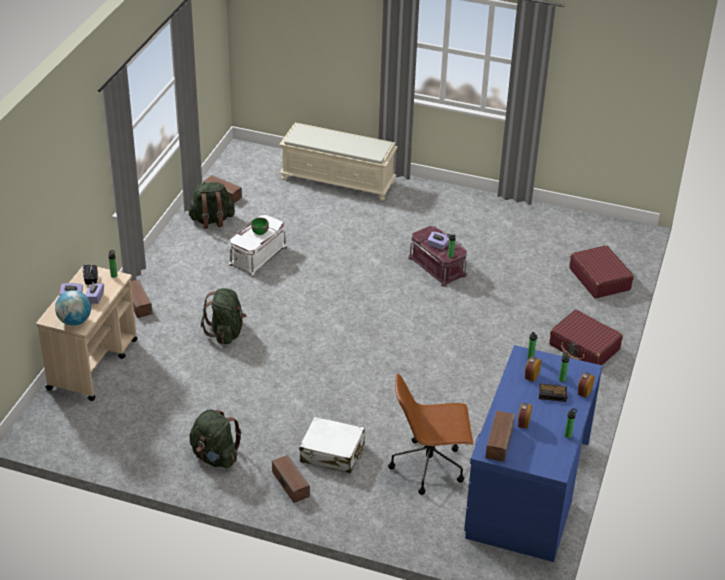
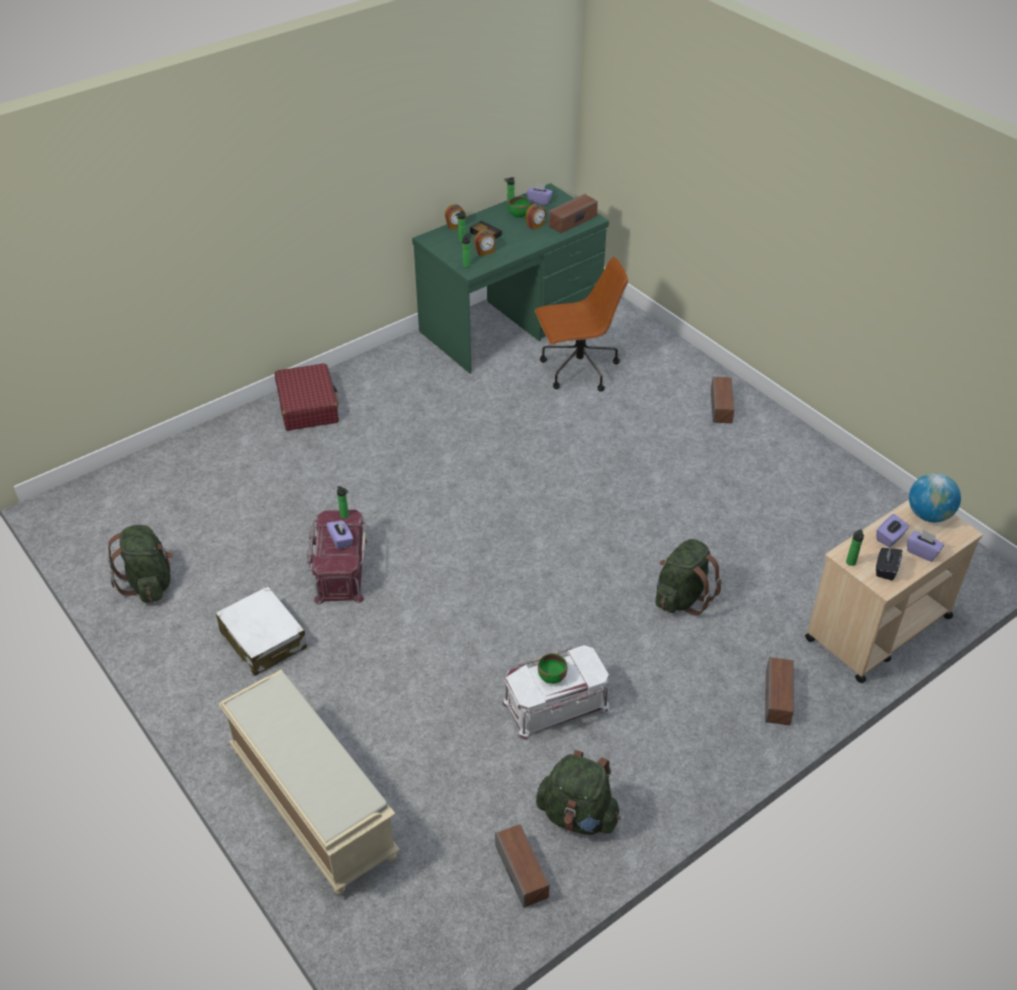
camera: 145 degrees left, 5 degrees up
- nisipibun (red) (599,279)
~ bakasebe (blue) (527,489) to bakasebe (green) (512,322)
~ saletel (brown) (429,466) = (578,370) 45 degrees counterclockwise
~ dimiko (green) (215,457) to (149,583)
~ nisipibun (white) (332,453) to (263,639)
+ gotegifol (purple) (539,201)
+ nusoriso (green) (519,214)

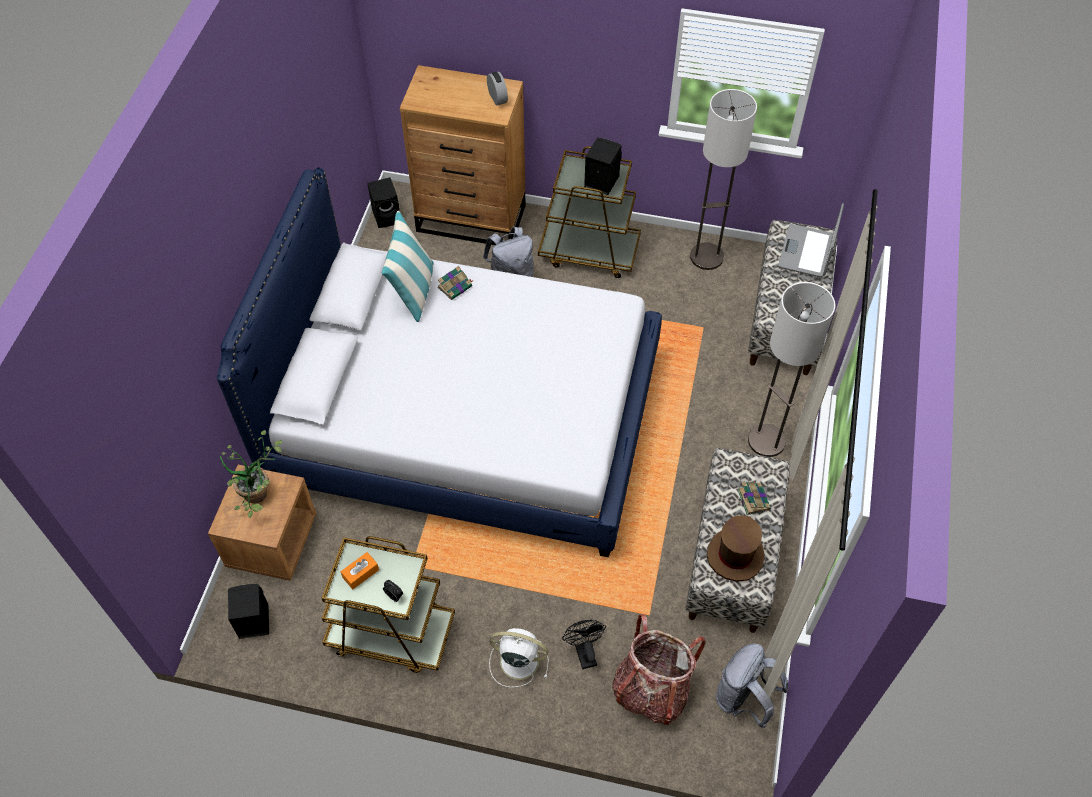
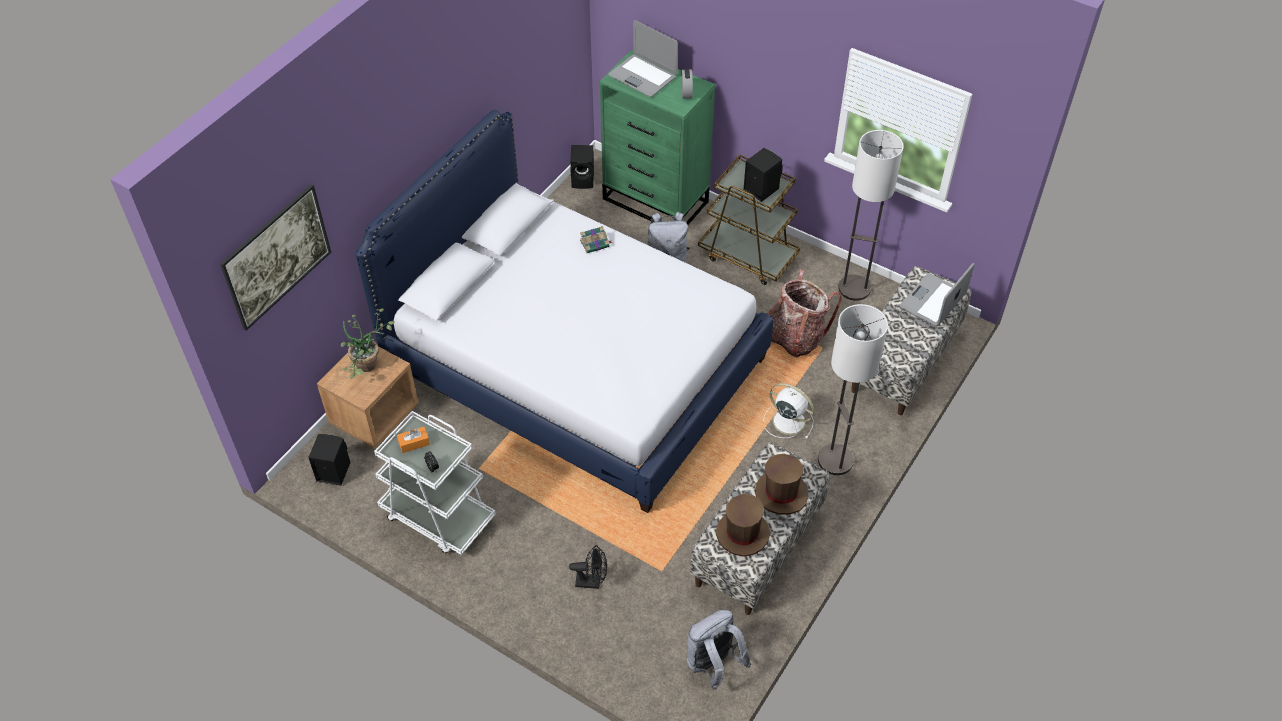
camera: 20 degrees right, 5 degrees down
~ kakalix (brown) (472,219) to kakalix (green) (656,201)
- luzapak (413,291)
~ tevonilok (753,499) to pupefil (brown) (781,493)
~ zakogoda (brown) (390,633) to zakogoda (white) (437,516)
~ dimiko (651,689) to (794,336)
~ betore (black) (584,651) = (592,582) 90 degrees clockwise
~ betore (white) (517,660) to (787,420)
+ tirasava (643,76)
+ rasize (282,273)

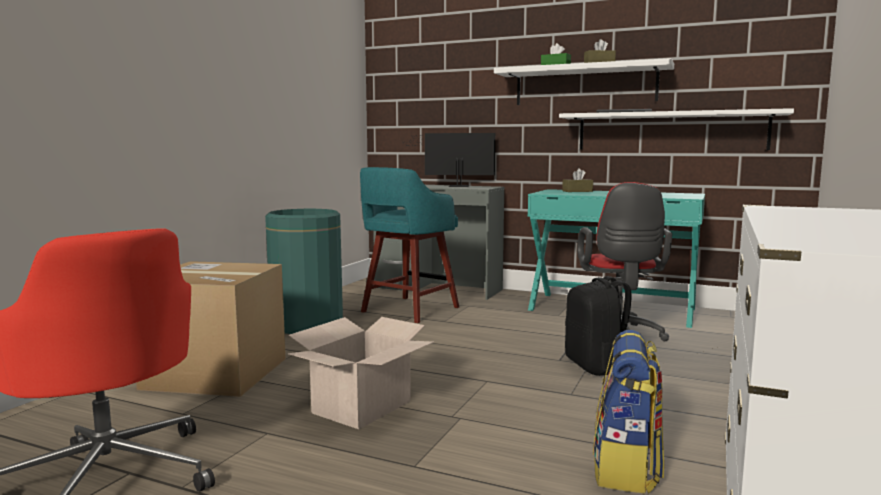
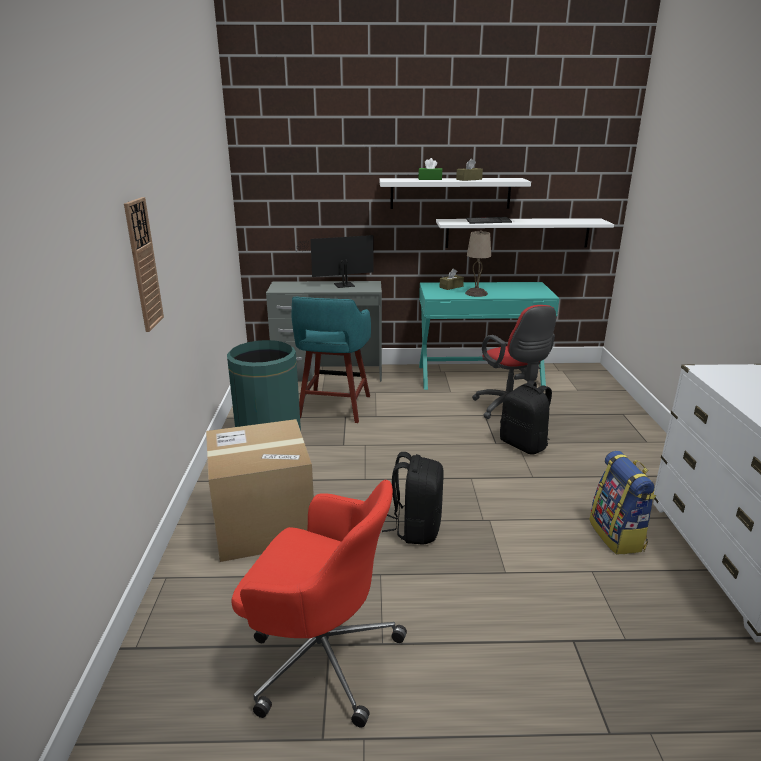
camera: 25 degrees left, 15 degrees up
~ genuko (361,407) to dimiko (black) (416,528)
+ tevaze (143,265)
+ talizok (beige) (476,293)

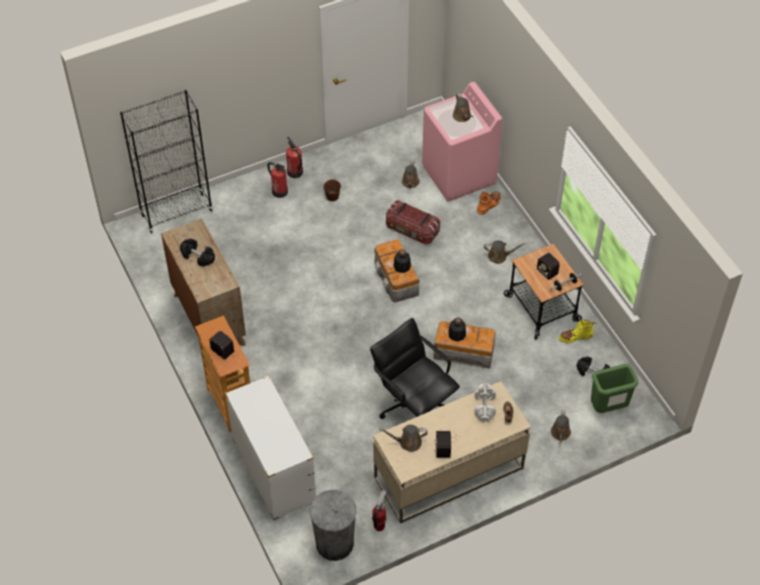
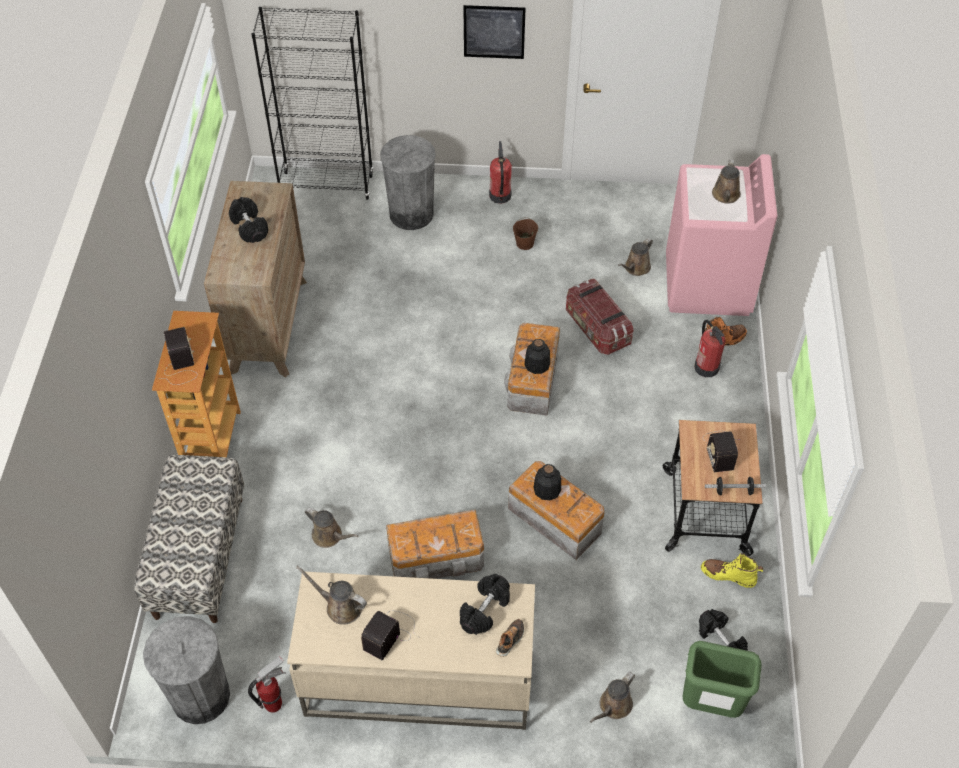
camera: 30 degrees right, 0 degrees up
~ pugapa (279,191) to (706,367)
~ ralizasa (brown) (499,256) to (329,536)
~ saletel (black) (413,405) to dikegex (437,558)
~ kakalix (white) (273,472) to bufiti (199,556)
~ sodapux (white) (484,406) to sodapux (black) (485,610)
+ rasize (494,32)
+ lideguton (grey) (411,214)

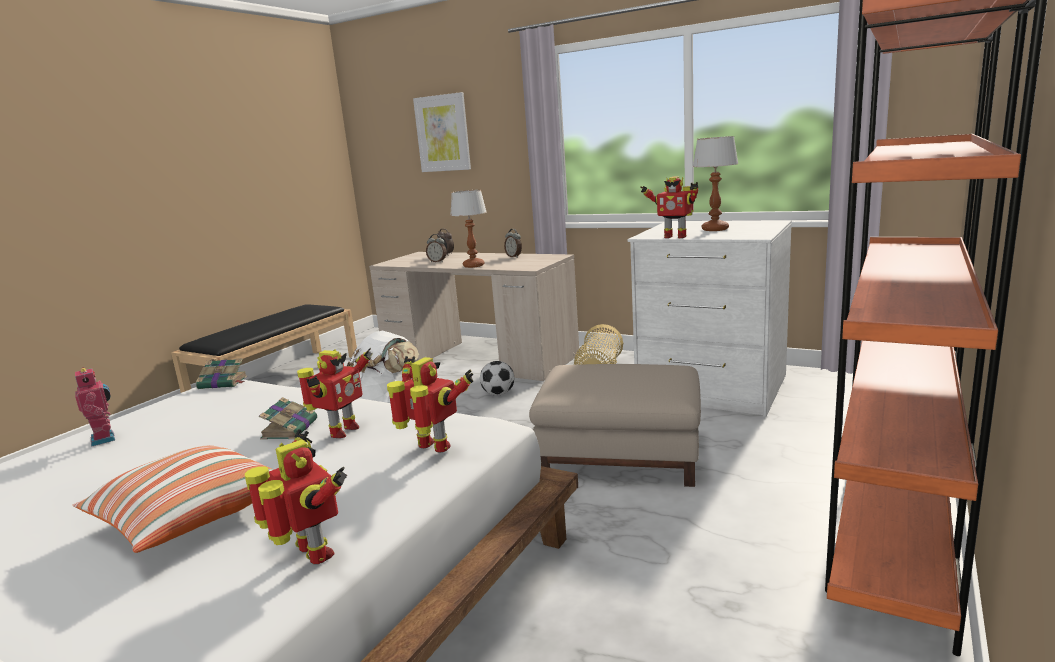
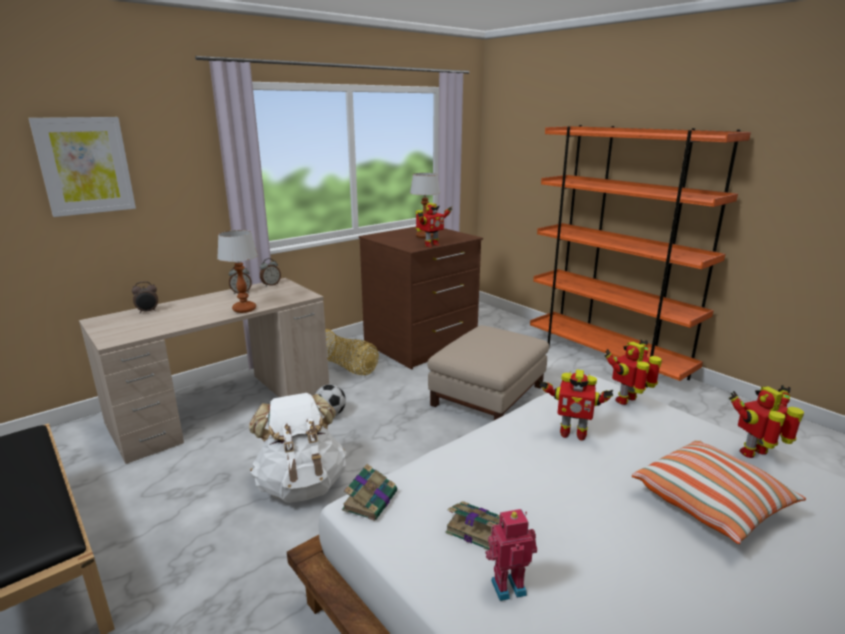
camera: 70 degrees left, 5 degrees up
~ kakalix (white) (711,388) to kakalix (brown) (421,344)
~ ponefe (437,261) to (271,285)
~ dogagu (341,431) = (572,433) 150 degrees clockwise
~ tevonilok (290,428) to (474,528)

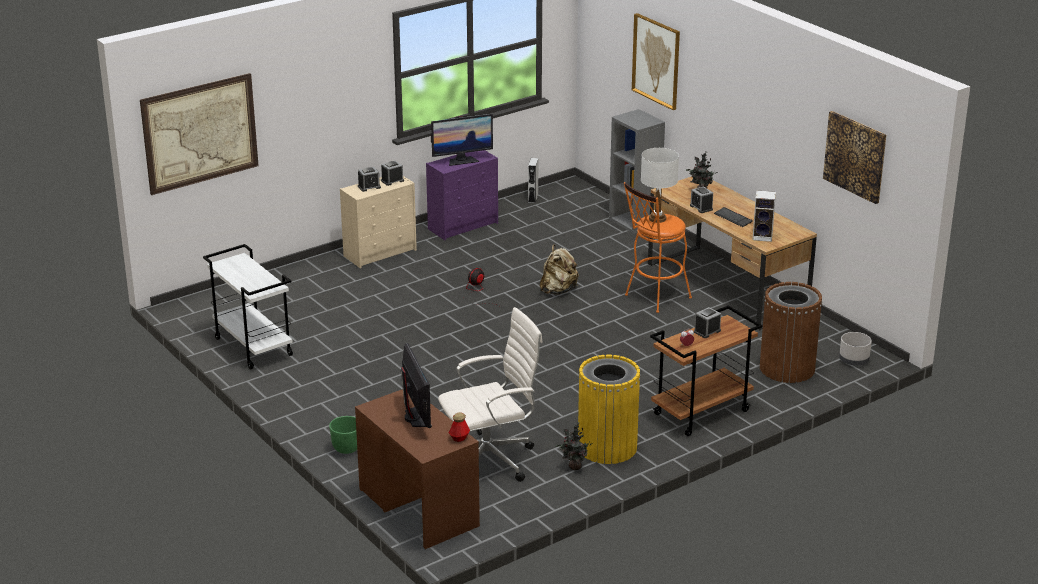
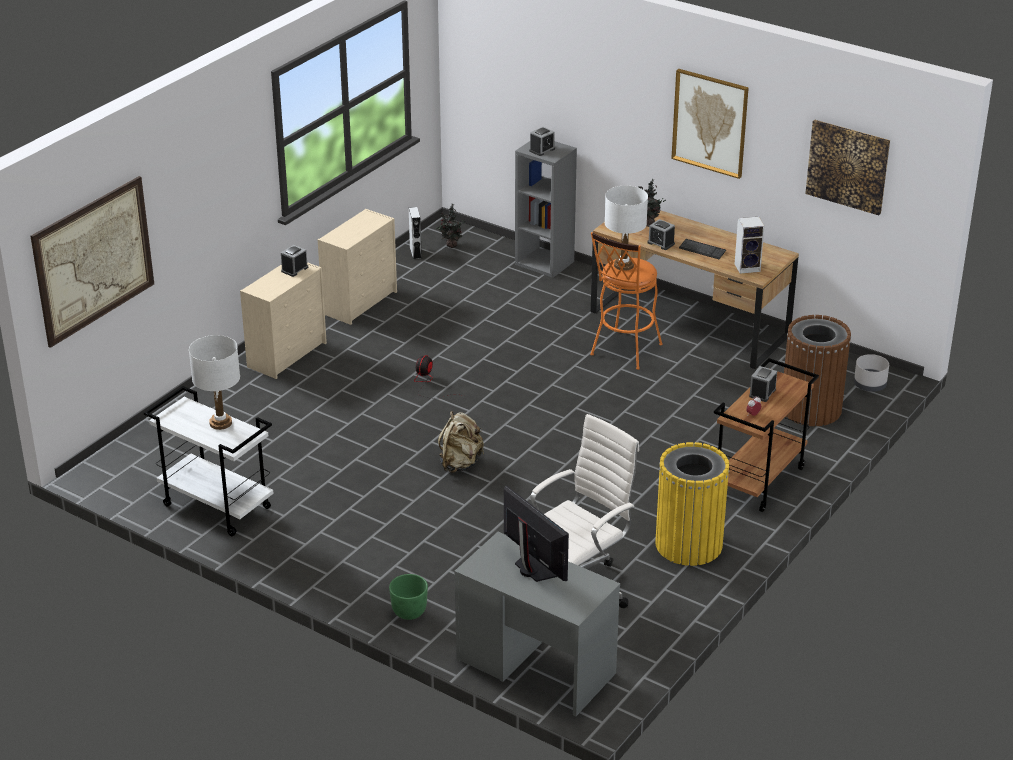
camera: 20 degrees left, 5 degrees up
~ rasize (656,61) to (710,123)
- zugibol (462,160)
~ kakalix (purple) (463,226) to kakalix (beige) (360,302)
~ ponefe (369,187) to (542,150)
~ dimiko (beige) (558,290) to (460,464)
~ bakasebe (brown) (418,507) to bakasebe (grey) (535,667)
- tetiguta (459,438)
~ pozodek (574,467) to (451,246)
+ talizok (white) (220,423)

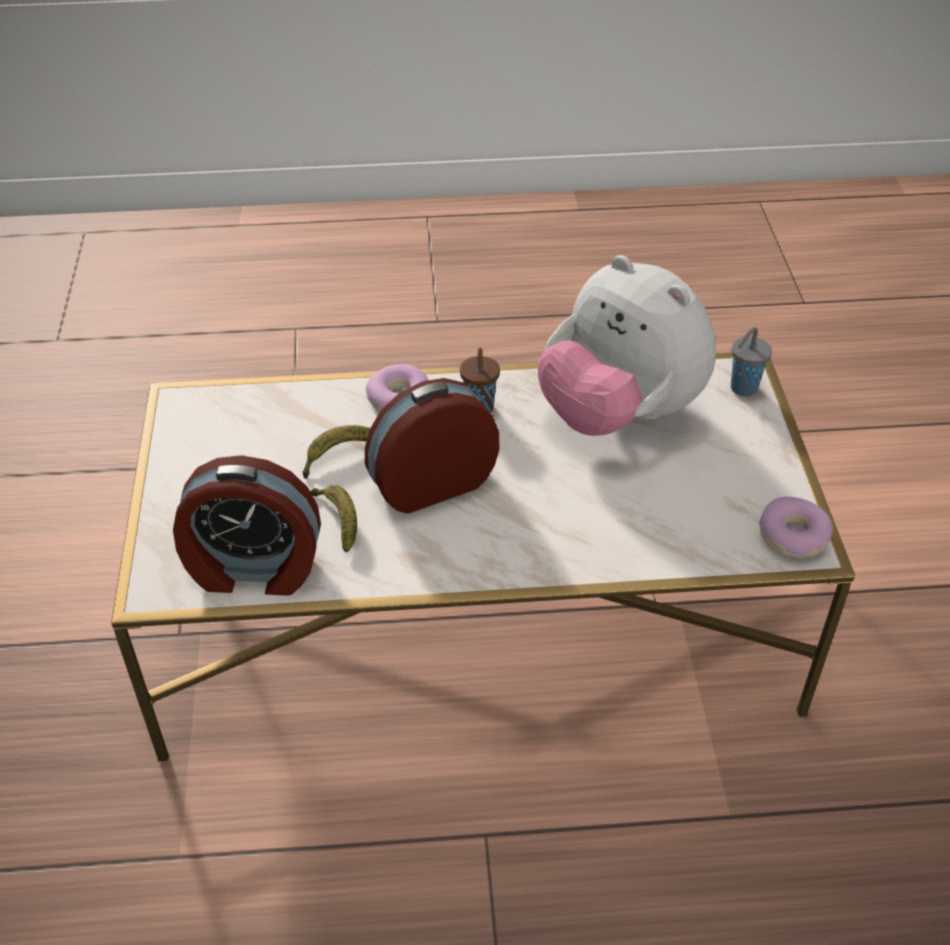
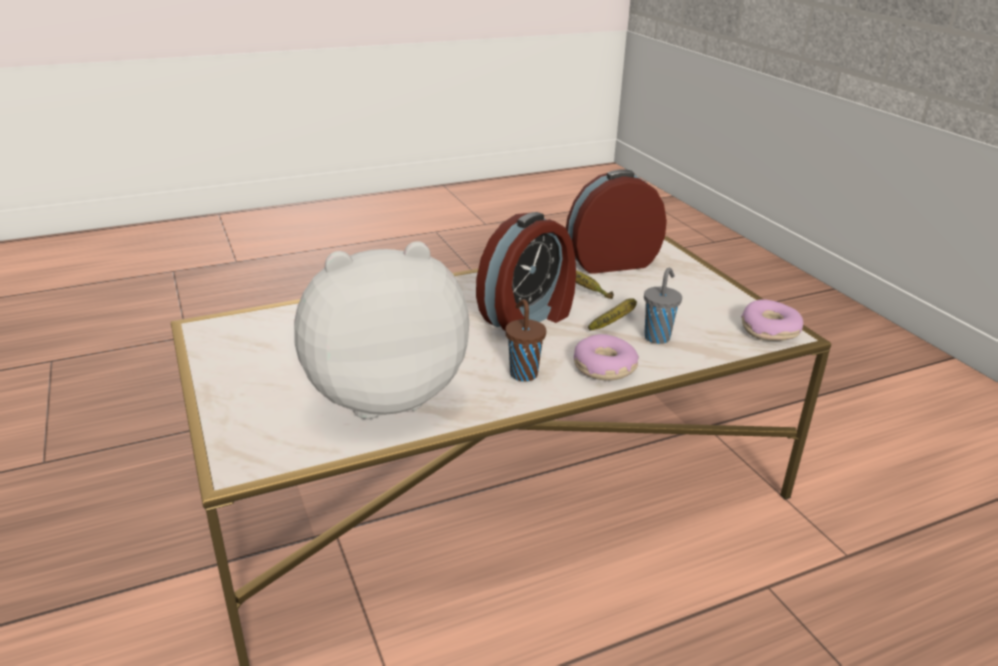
camera: 160 degrees right, 15 degrees down
~ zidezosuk (619,414) = (382,394) 45 degrees counterclockwise
~ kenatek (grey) (742,389) to (657,337)
~ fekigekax (793,536) to (769,330)

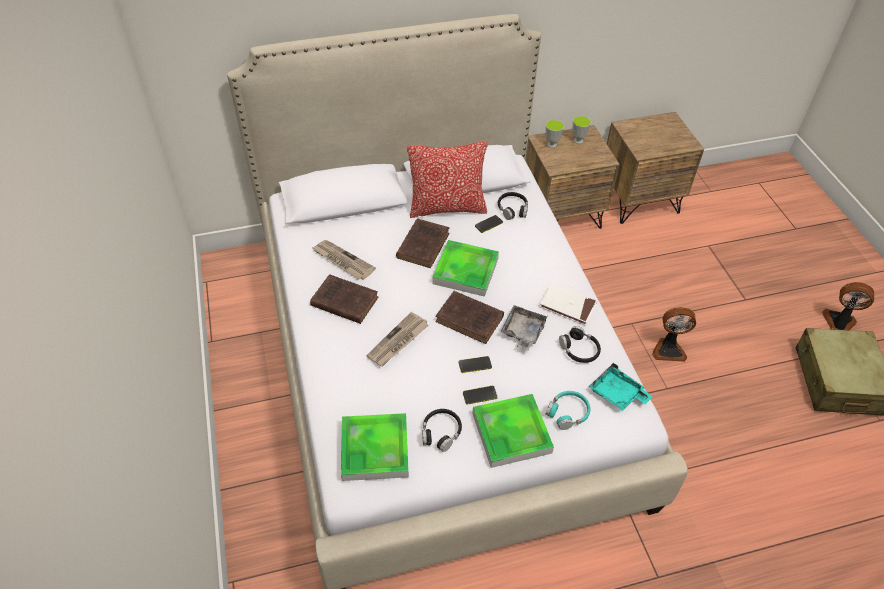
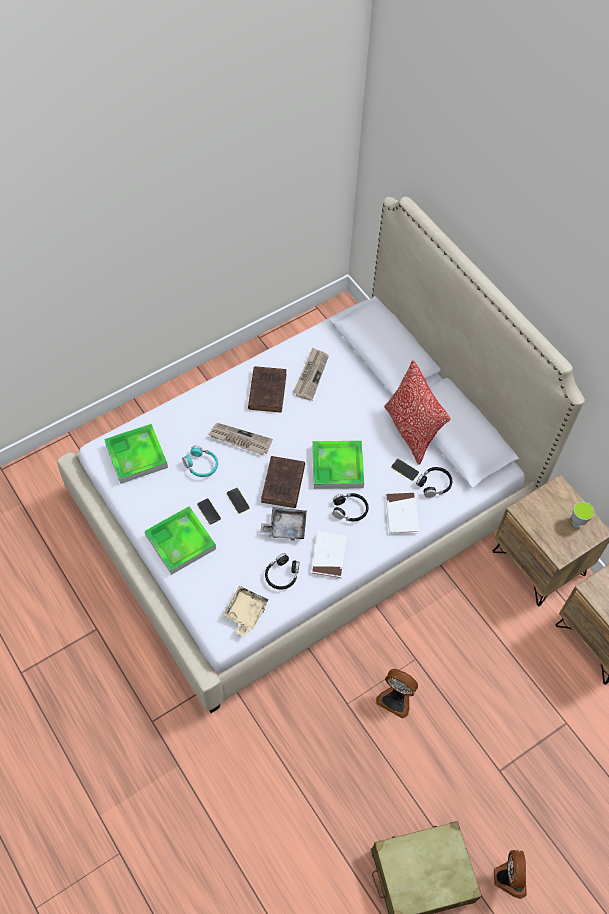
camera: 70 degrees right, 10 degrees up
- kenatek (551,144)
- tevonilok (brown) (423,244)
~ betore (668,349) = (396,699) 45 degrees counterclockwise
~ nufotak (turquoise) (617,394) to nufotak (beige) (245,613)
~ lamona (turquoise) (567,413) to (201,465)
~ lamona (black) (441,432) to (350,510)
+ tevonilok (white) (402,514)

